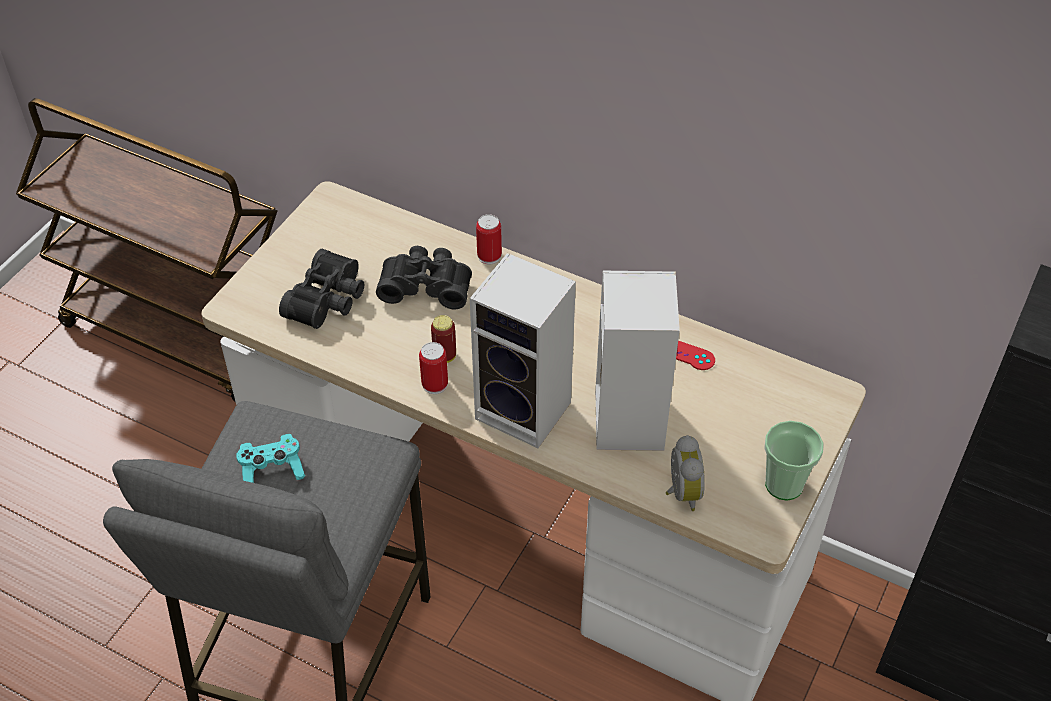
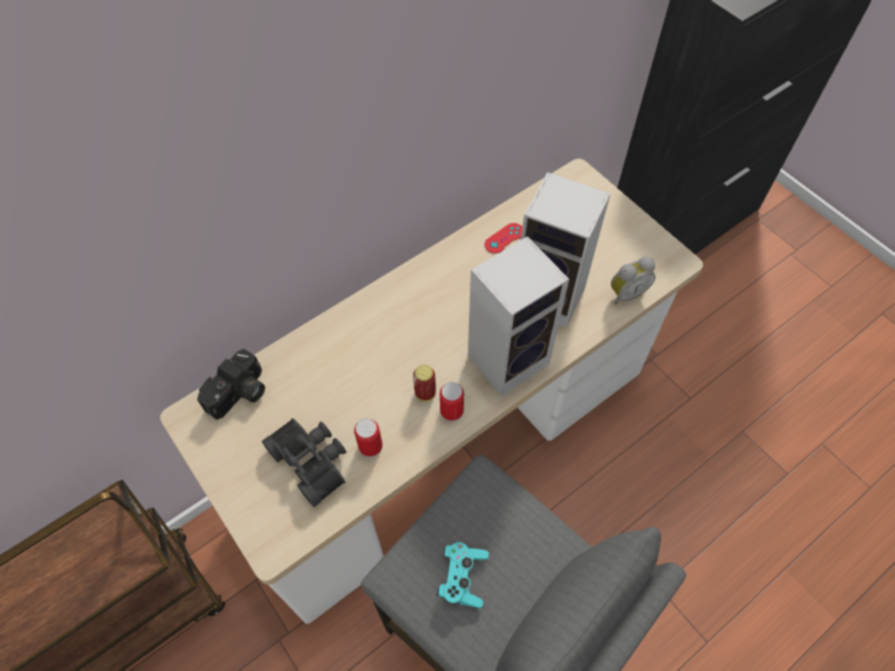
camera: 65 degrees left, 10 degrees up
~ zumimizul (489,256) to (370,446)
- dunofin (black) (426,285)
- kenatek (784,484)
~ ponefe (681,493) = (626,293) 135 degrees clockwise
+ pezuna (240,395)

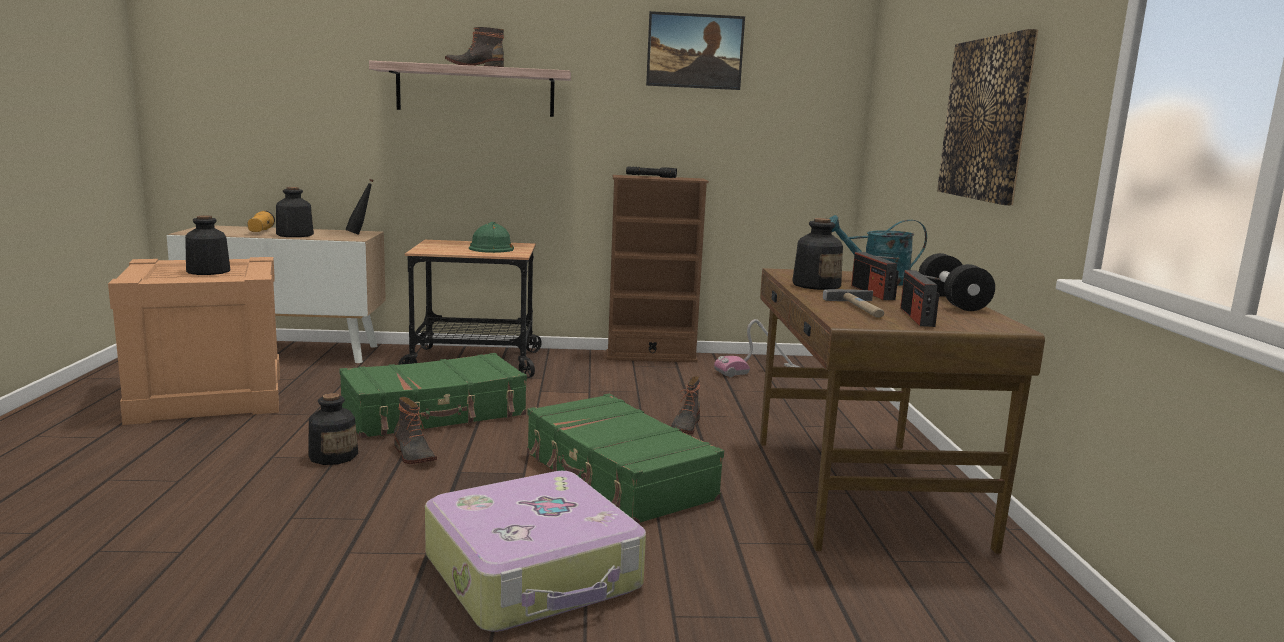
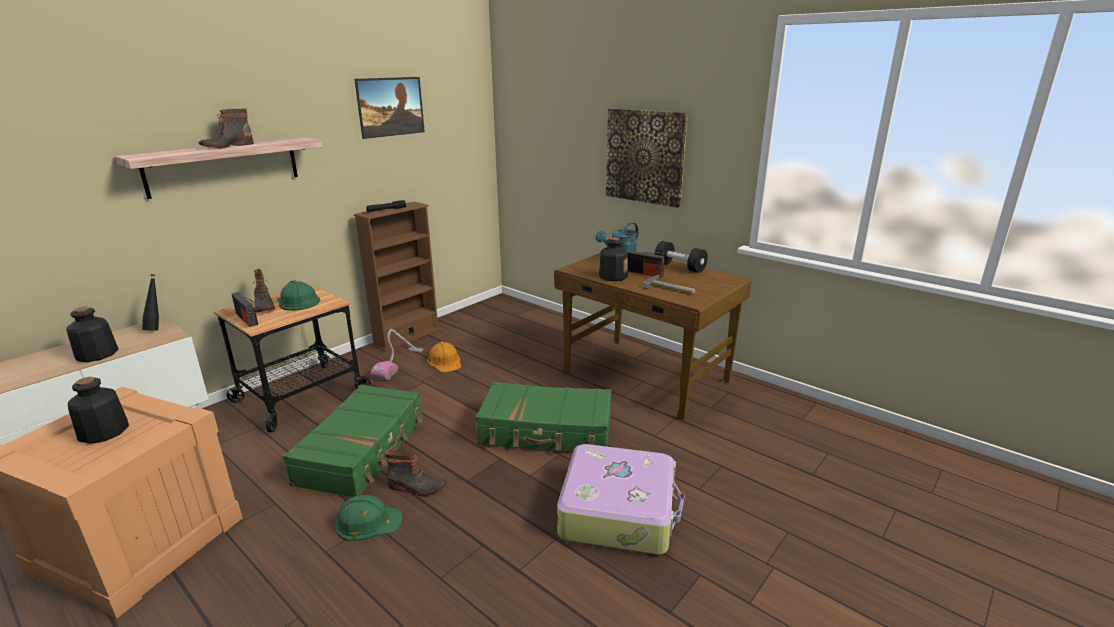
camera: 45 degrees left, 10 degrees up
- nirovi (260,231)
~ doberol (916,317) to (247,319)
~ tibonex (758,371) to (399,364)
~ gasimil (684,426) to (263,306)
~ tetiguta (333,456) to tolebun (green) (368,522)
+ tolebun (orange) (445,361)

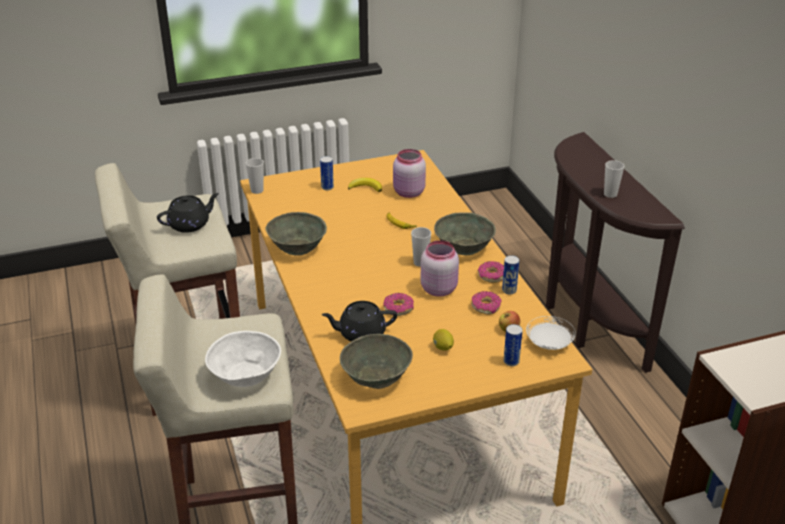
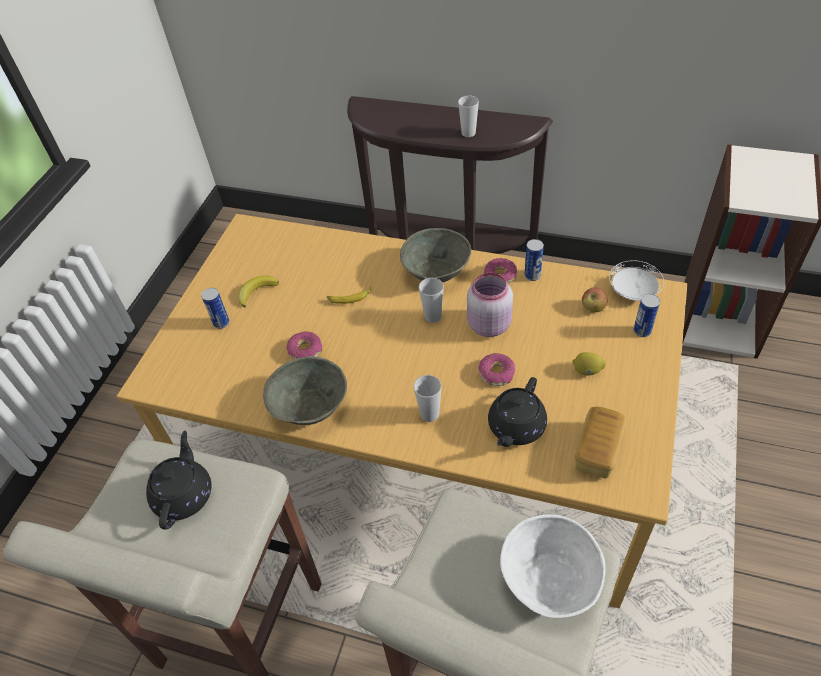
camera: 50 degrees left, 15 degrees up
- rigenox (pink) (408,193)
~ kenatek (257,190) to (429,414)
~ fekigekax (486,307) to (305,350)
~ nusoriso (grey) (375,377) to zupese (597,450)

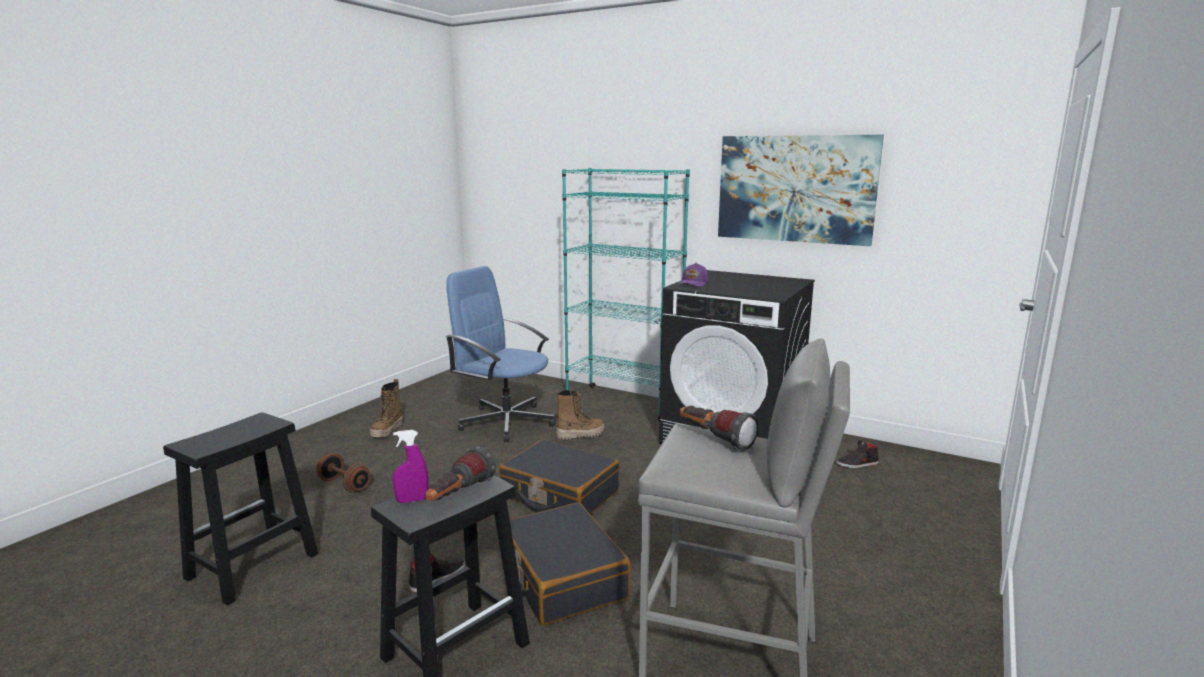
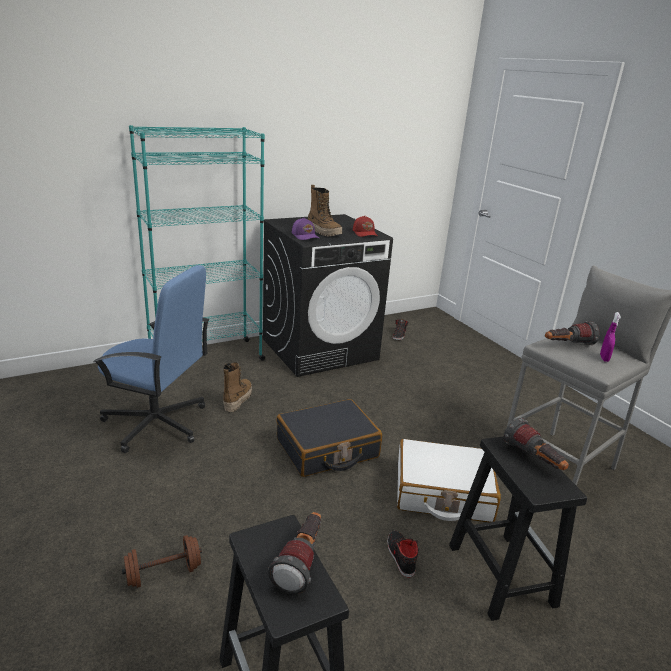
camera: 60 degrees left, 10 degrees up
- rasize (795,189)
~ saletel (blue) (506,421) = (157,423) 135 degrees counterclockwise
~ gasimil (387,431) to (323,232)
~ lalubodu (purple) (412,500) to (604,358)
~ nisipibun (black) (562,577) to nisipibun (white) (442,492)
+ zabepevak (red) (365,233)
+ nirovi (301,561)

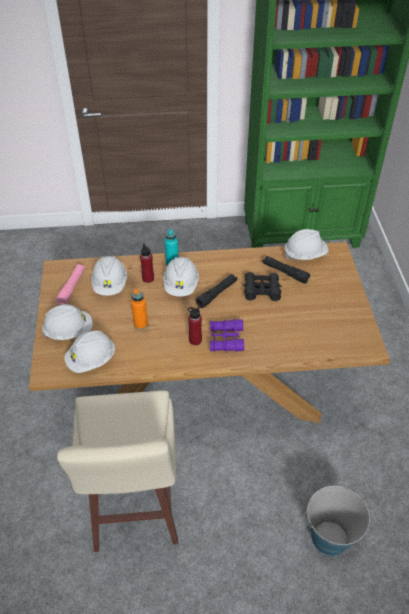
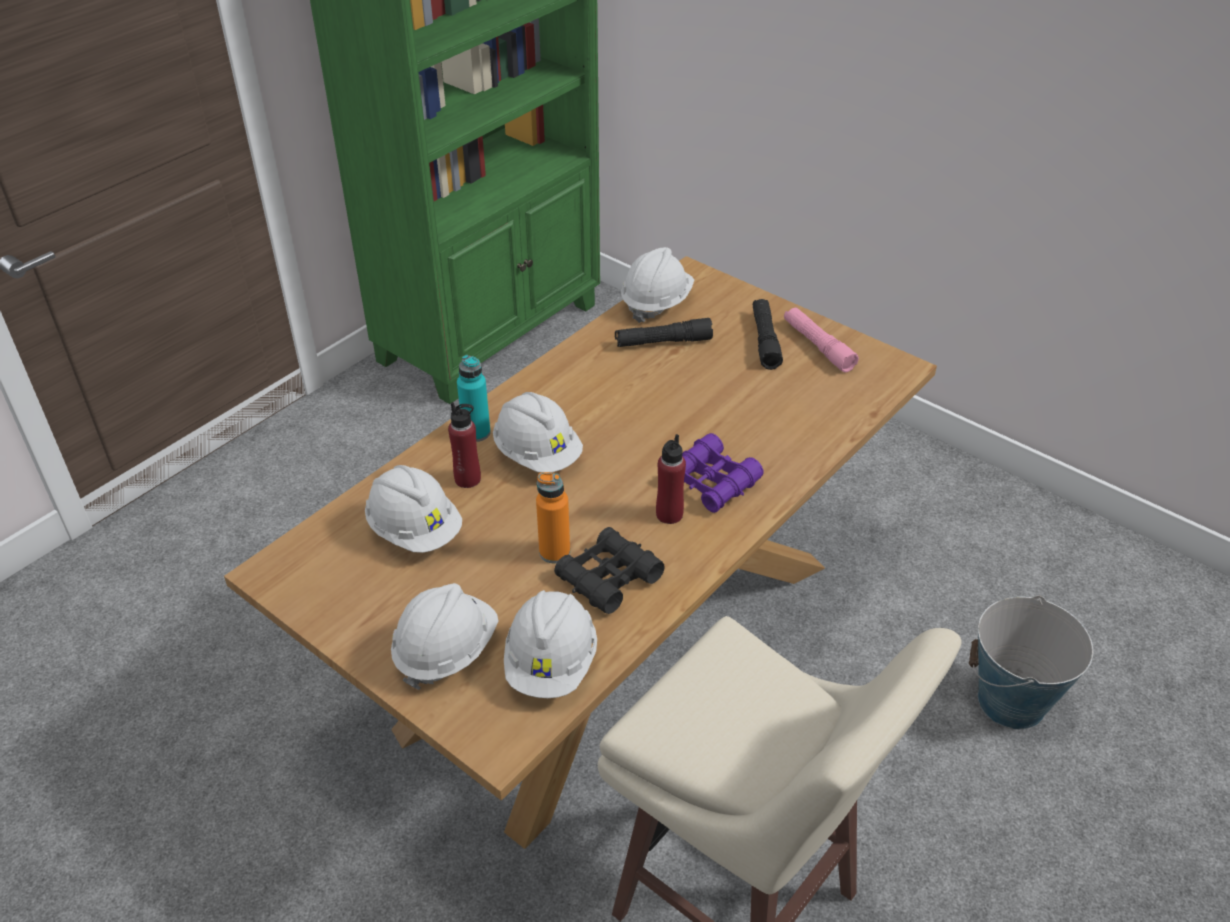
camera: 45 degrees left, 5 degrees down
~ nirovi (pink) (72,287) to (818,346)
~ dunofin (black) (261,290) to (608,578)
~ nirovi (black) (217,294) to (765,340)

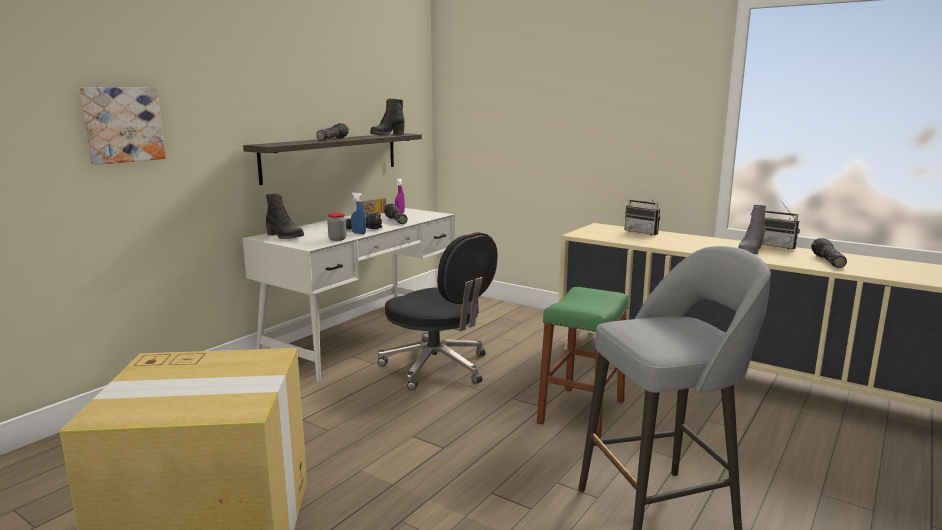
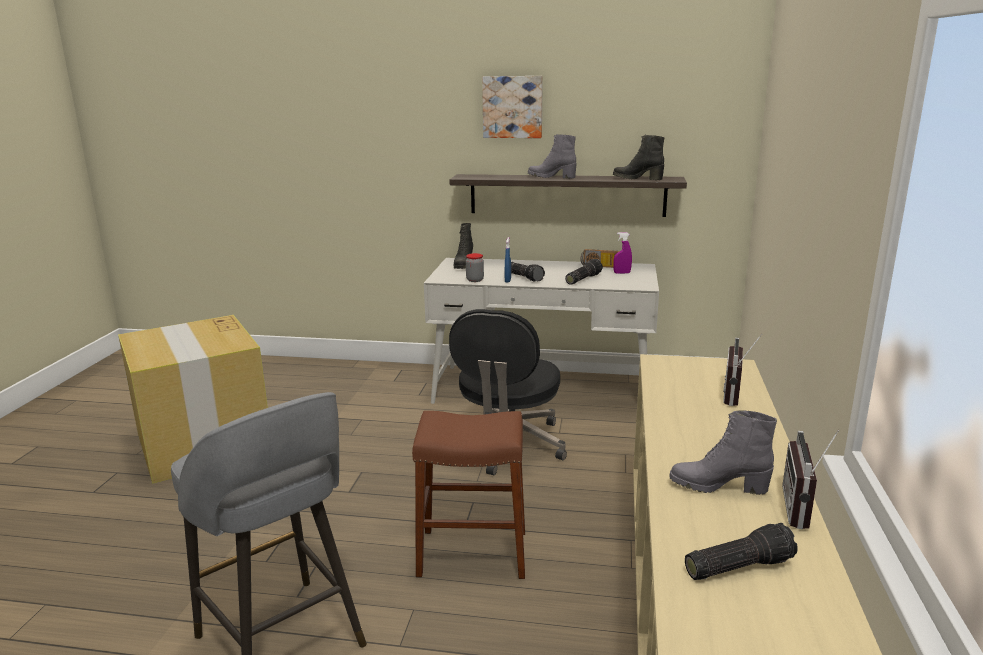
camera: 65 degrees right, 5 degrees up
~ rasize (122,124) to (512,107)
~ nirovi (332,139) to gasimil (grey) (551,177)
~ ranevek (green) (582,411) to ranevek (brown) (473,553)

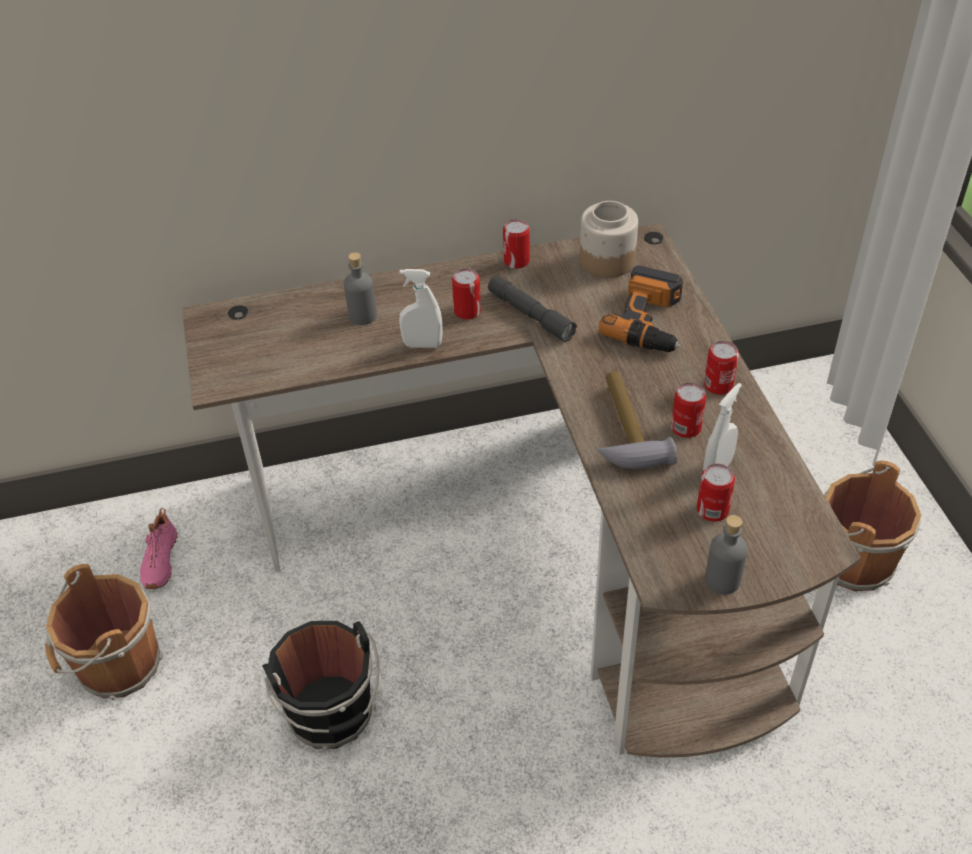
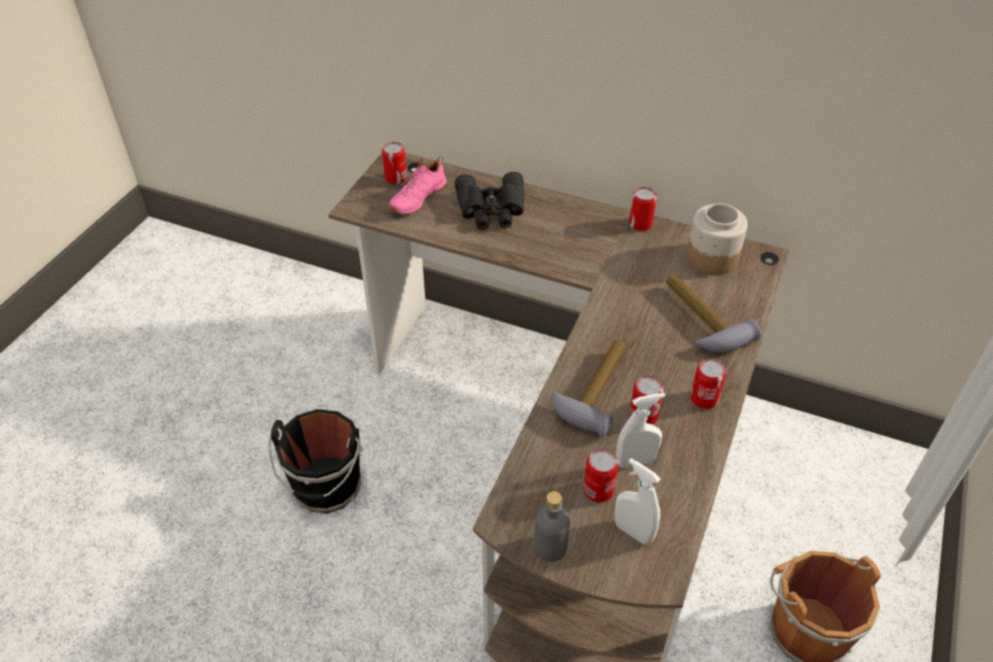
camera: 35 degrees right, 0 degrees up
~ tetiguta (grey) (362,316) to dunofin (black) (491,209)
~ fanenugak (651,321) to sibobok (700,320)
~ zumimizul (467,311) to (396,178)
~ lalubodu (white) (422,345) to (633,532)
- nirovi (grey) (530,315)
~ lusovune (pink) (159,560) to (417,198)
- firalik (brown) (116,667)

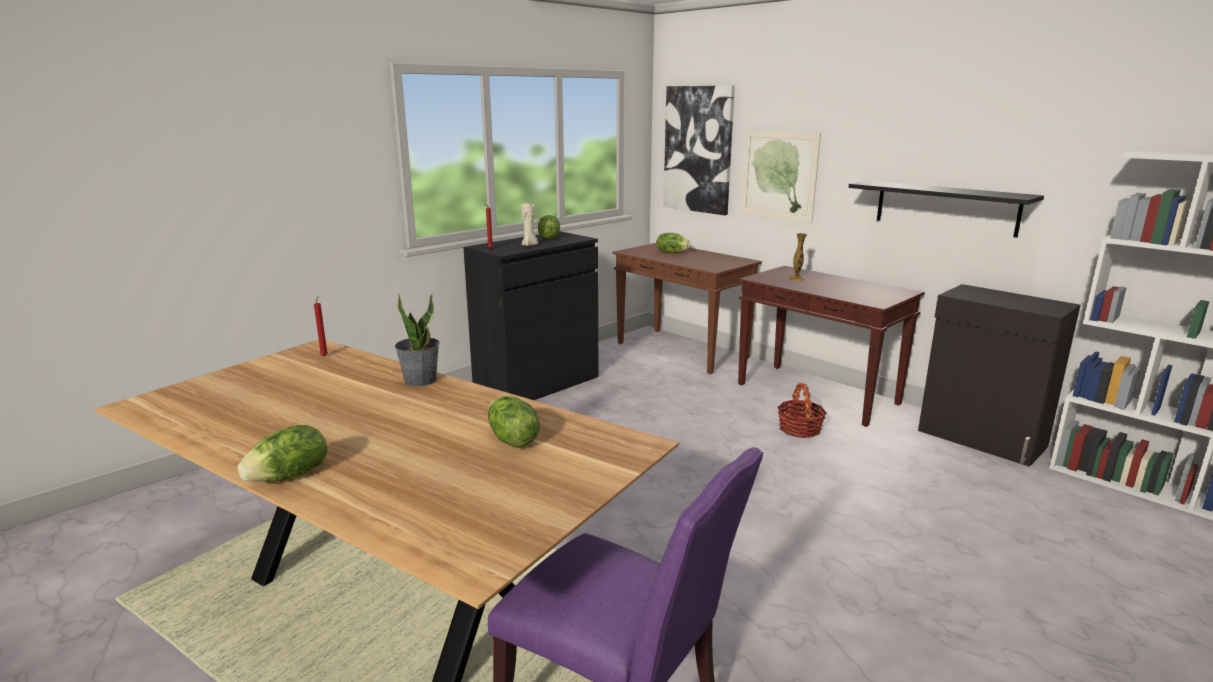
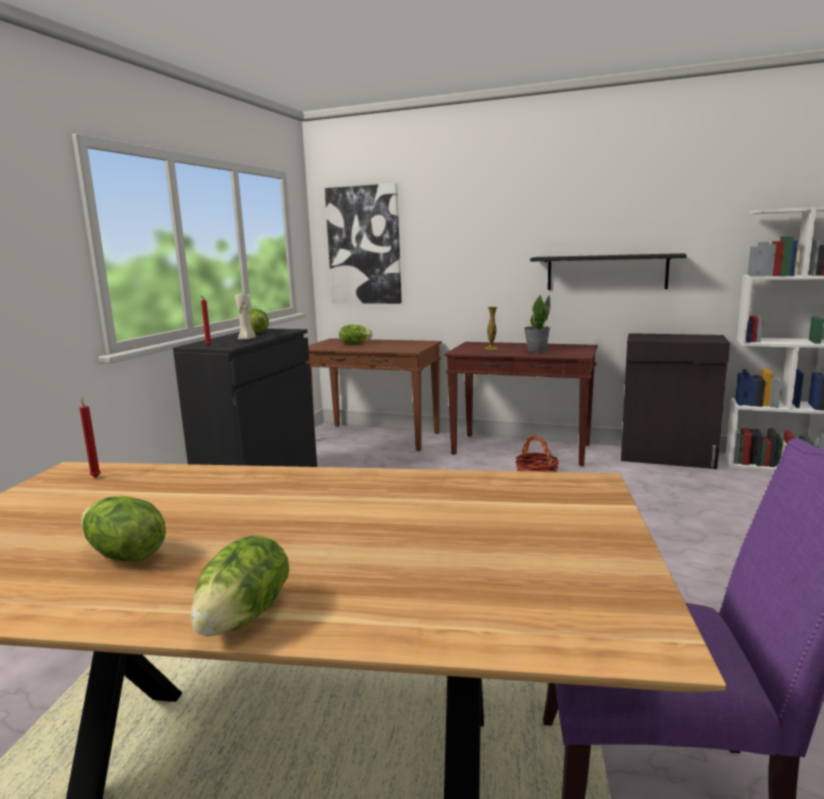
camera: 25 degrees left, 5 degrees down
- rasize (779,175)
~ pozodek (420,380) to (536,351)
~ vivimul (511,440) to (124,555)

